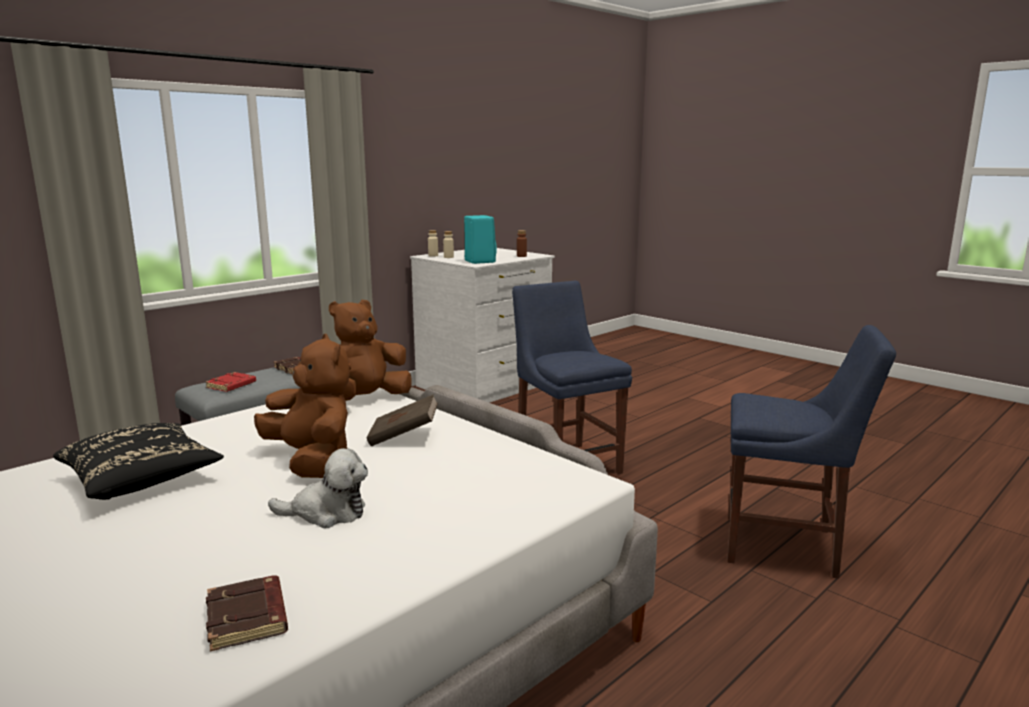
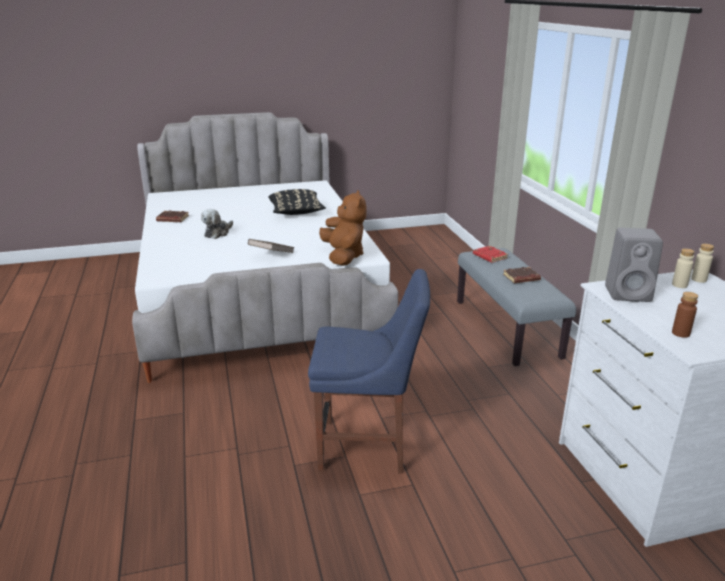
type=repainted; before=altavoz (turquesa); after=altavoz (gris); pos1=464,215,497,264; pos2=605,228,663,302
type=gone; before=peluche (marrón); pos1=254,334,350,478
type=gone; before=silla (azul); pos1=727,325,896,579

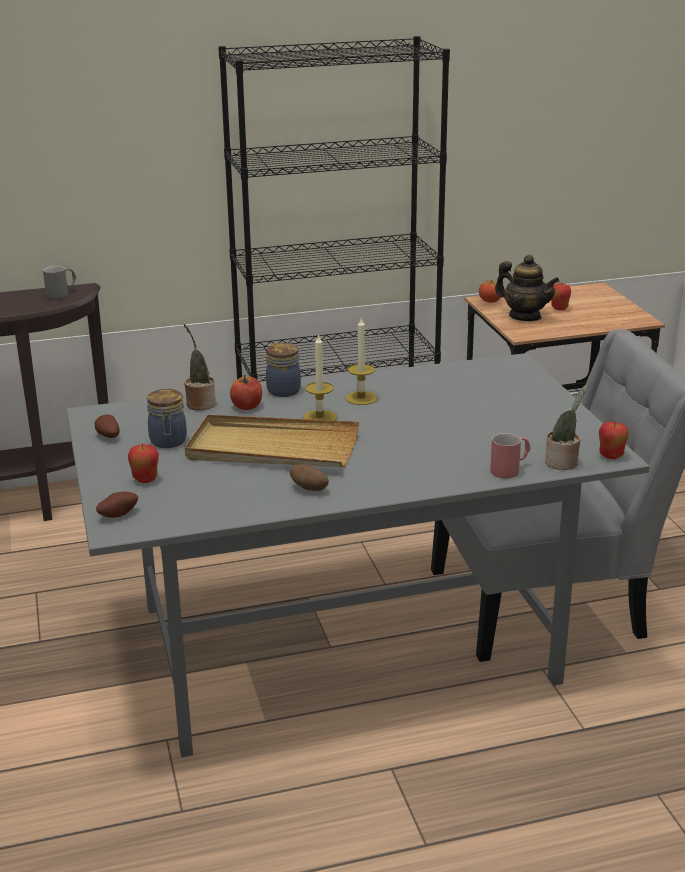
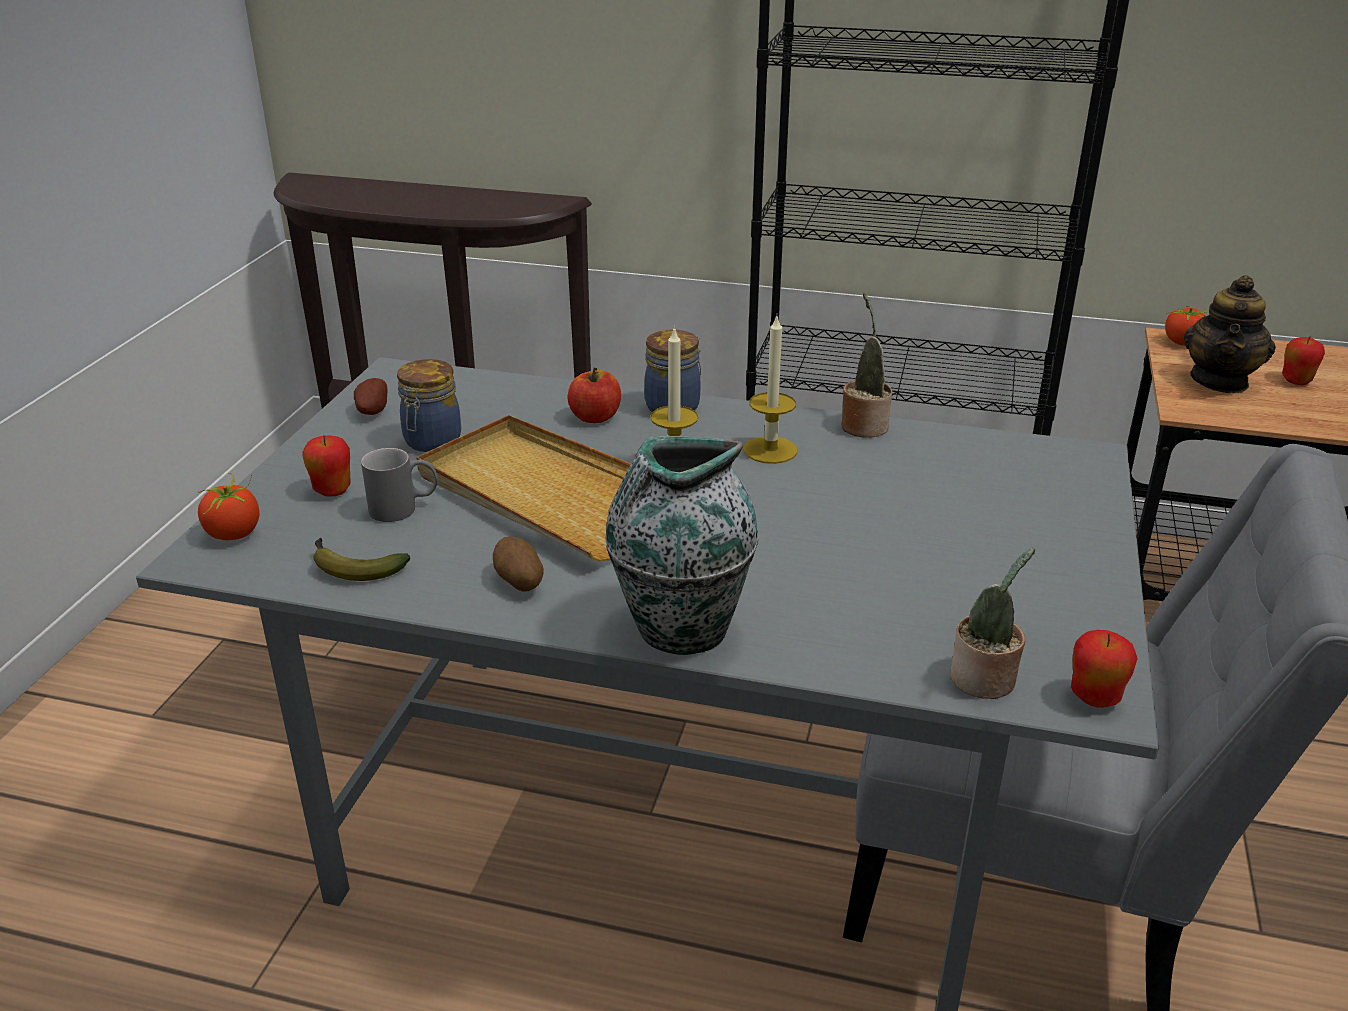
type=swapped; before=patata; after=tomate; pos1=96,492,138,518; pos2=198,473,259,540
type=new; after=plátano; pos2=313,538,410,581
type=shifted; before=taza grande (gris); pos1=43,266,76,299; pos2=361,448,438,522
type=new; after=florero; pos2=605,436,758,655
type=shifted; before=planta en maceta; pos1=184,324,216,411; pos2=842,293,892,438
type=rotated; before=tetera; pos1=495,255,559,321; pos2=1184,275,1276,393; turn=45
type=gone; before=taza grande (rojo); pos1=490,433,531,479

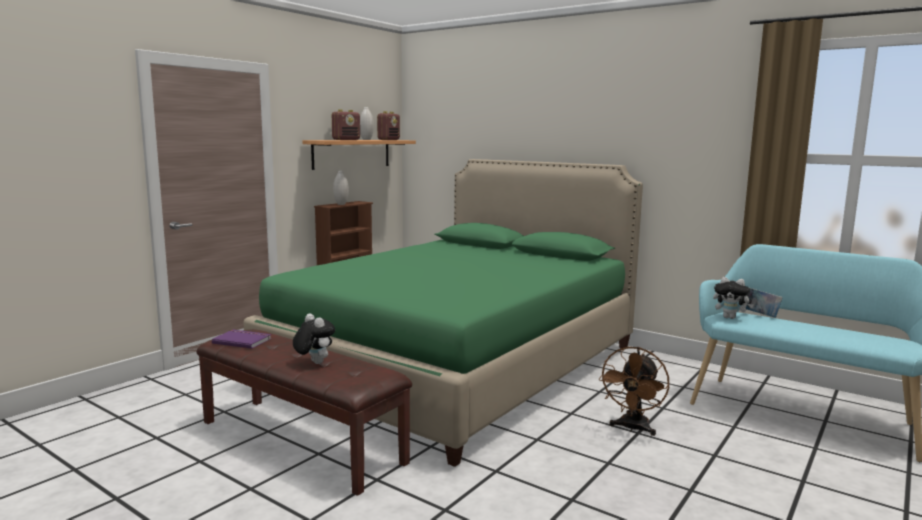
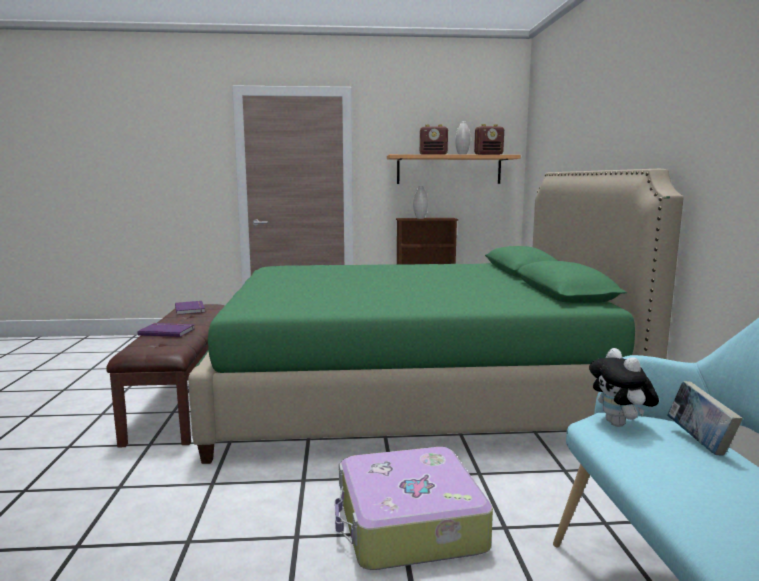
type=swapped; before=peluche; after=libro (morado); pos1=293,313,335,364; pos2=137,323,195,337
type=swapped; before=ventilador (marrón); after=maleta; pos1=598,347,669,436; pos2=335,447,493,570

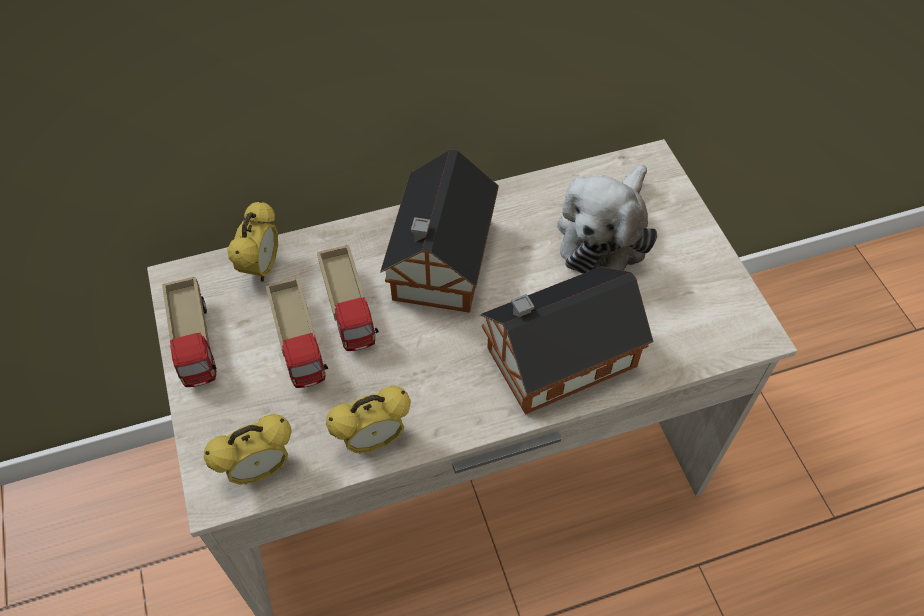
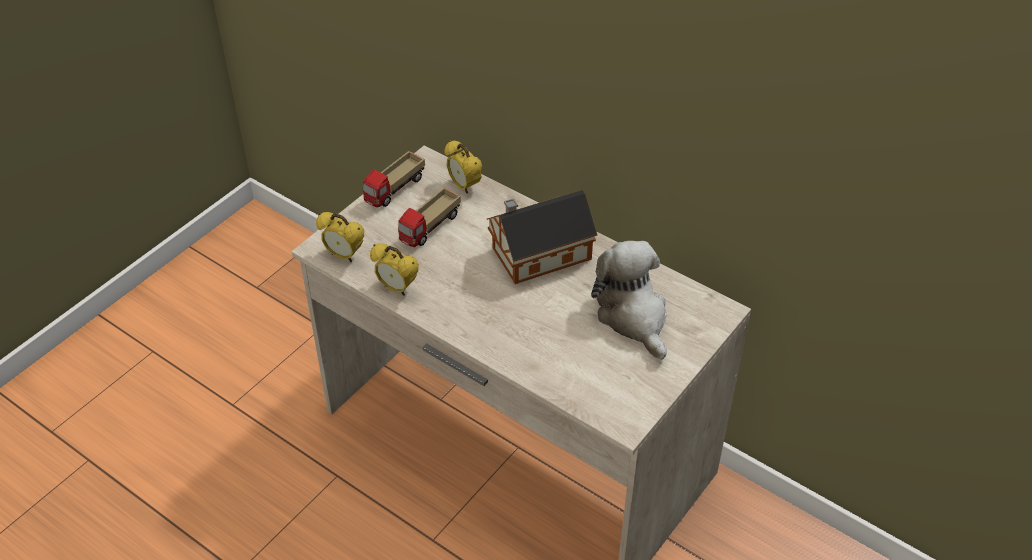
type=rotated; before=despertador; pos1=227,200,278,282; pos2=444,140,482,194; turn=75
type=rotated; before=peluche; pos1=557,165,657,274; pos2=591,241,667,360; turn=75
type=gone; before=camión de juguete; pos1=317,245,379,351
type=gone; before=casita; pos1=480,266,653,415

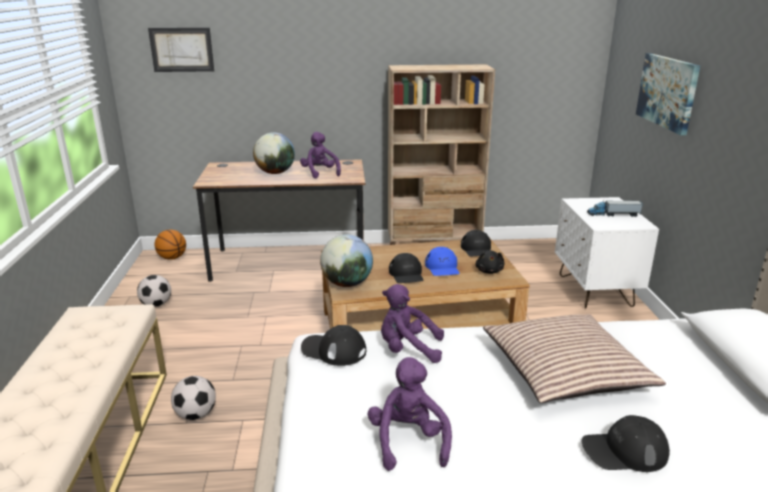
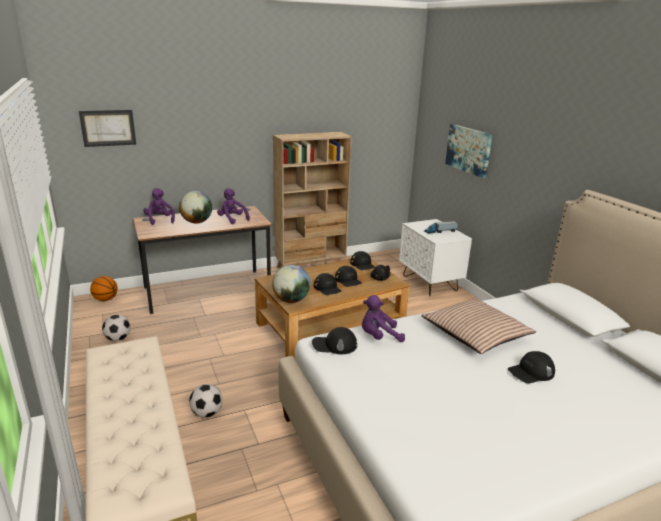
type=shifted; before=peluche (morado); pos1=368,357,452,471; pos2=143,188,175,225
type=repainted; before=gorra (azul); after=gorra (negro); pos1=425,247,459,276; pos2=335,266,362,287

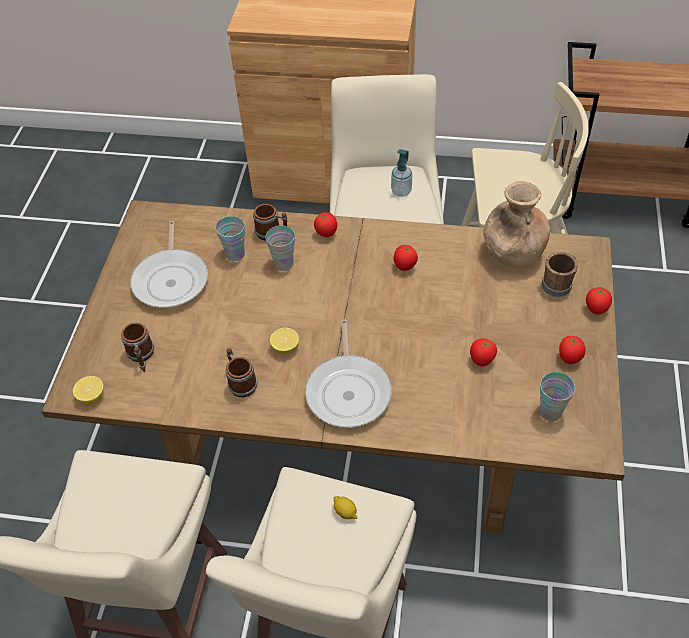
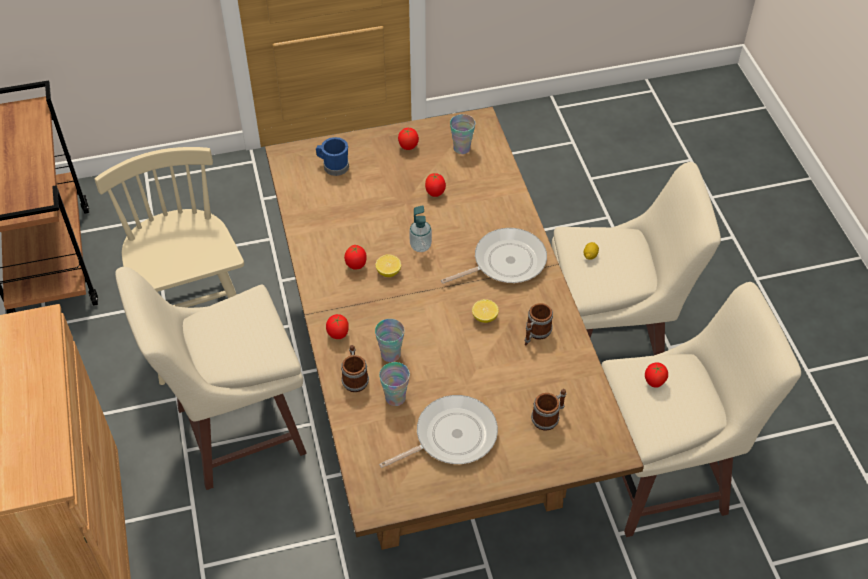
type=repainted; before=taza grande (marrón); after=taza grande (azul); pos1=542,252,578,297; pos2=316,137,349,176
type=shifted; before=limón; pos1=73,376,104,404; pos2=376,254,401,277
type=shifted; before=dispensador de jabón; pos1=391,149,412,197; pos2=409,205,432,252
type=shifted; before=tomate; pos1=586,287,612,315; pos2=645,362,668,388
type=gone; before=florero (marrón); pos1=483,181,551,268

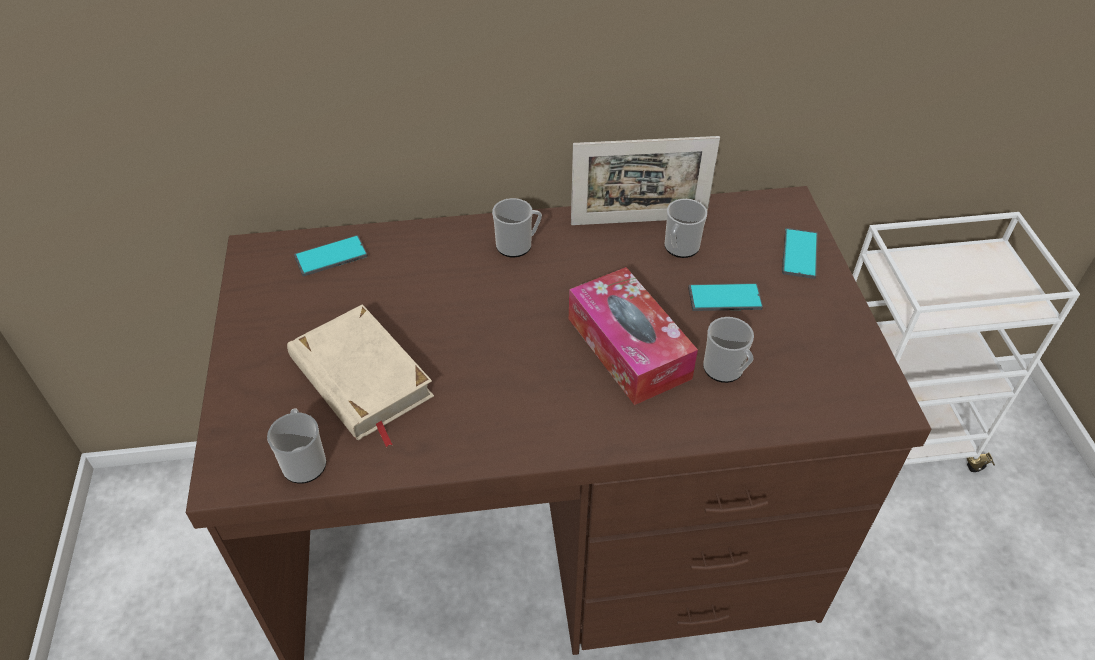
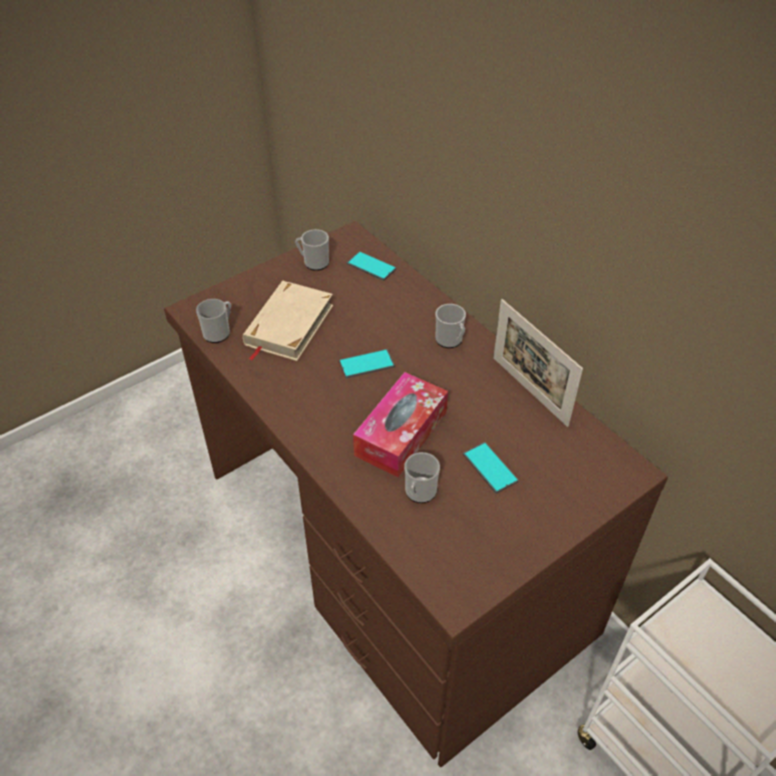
type=shifted; before=taza grande; pos1=664,199,707,258; pos2=295,229,329,271
type=shifted; before=móvil; pos1=782,228,818,279; pos2=339,349,395,378

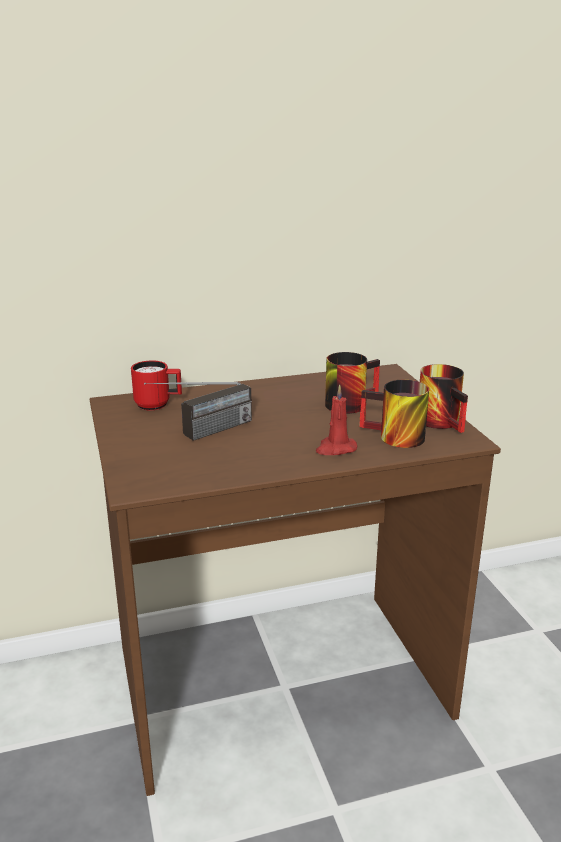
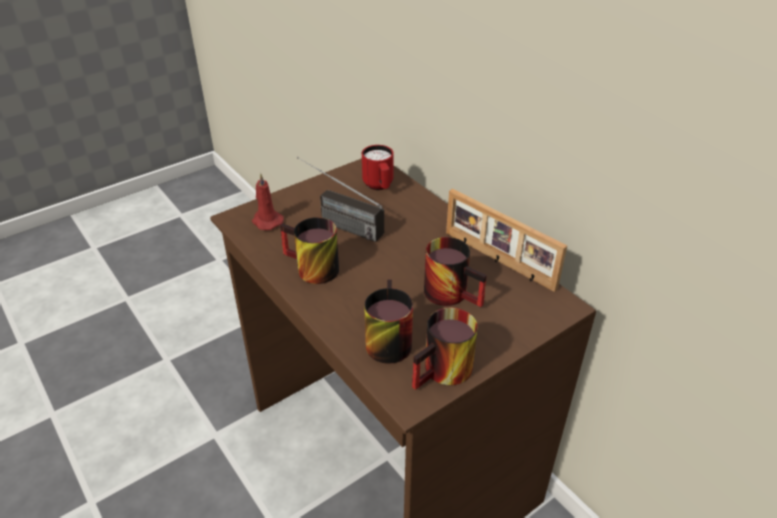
type=shifted; before=vela (rojo); pos1=316,384,357,455; pos2=252,173,284,230
type=new; after=taza grande; pos2=280,217,339,284
type=new; after=portarretratos; pos2=446,189,567,292

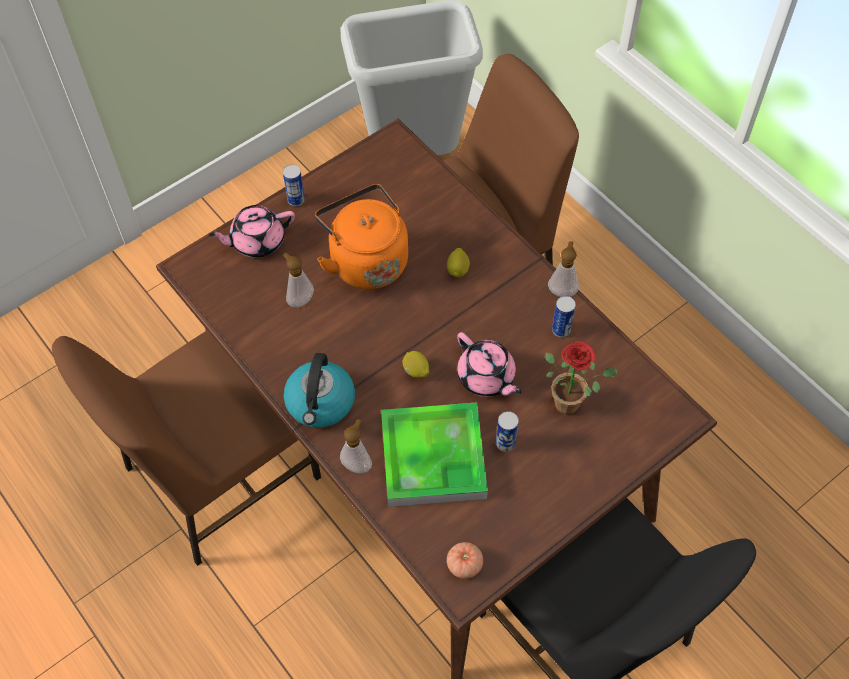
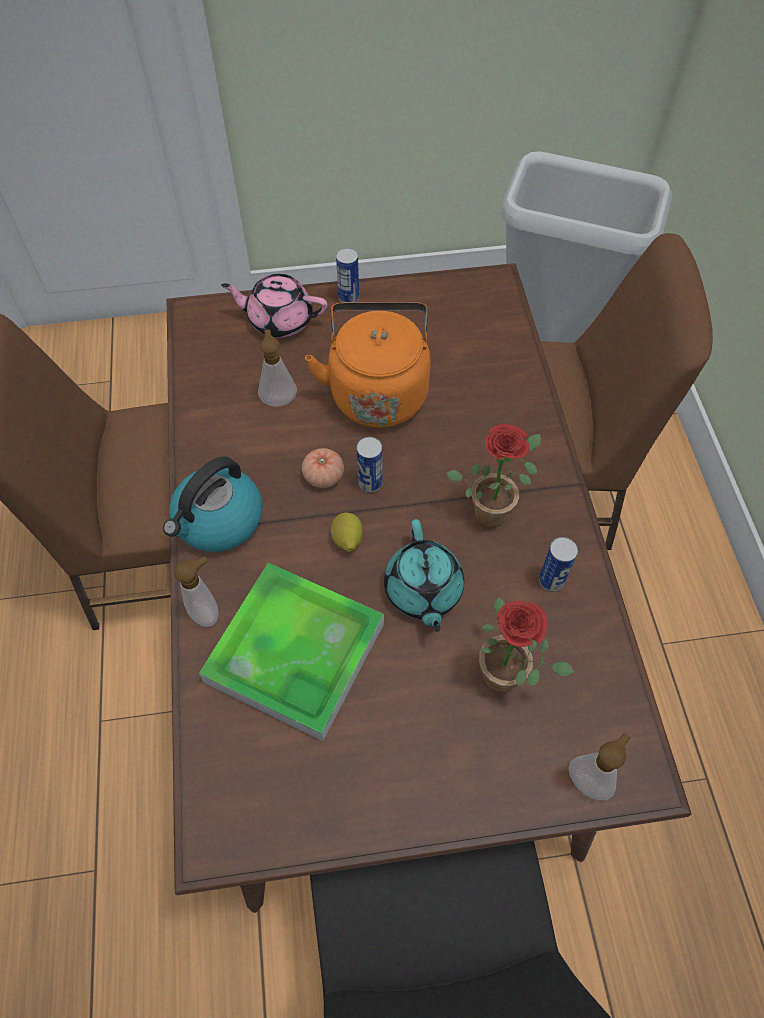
type=shifted; before=tomate; pos1=447,542,483,579; pos2=302,448,344,488
type=shifted; before=lata; pos1=496,411,519,452; pos2=357,437,382,493
type=repainted; before=tetera (rosa); after=tetera (turquesa); pos1=457,332,522,397; pos2=384,519,464,632
type=new; after=planta en maceta; pos2=447,424,541,528
type=shifted; before=dispensador de jabón; pos1=548,241,579,297; pos2=568,733,630,800
type=gone; before=limón; pos1=447,248,470,277

